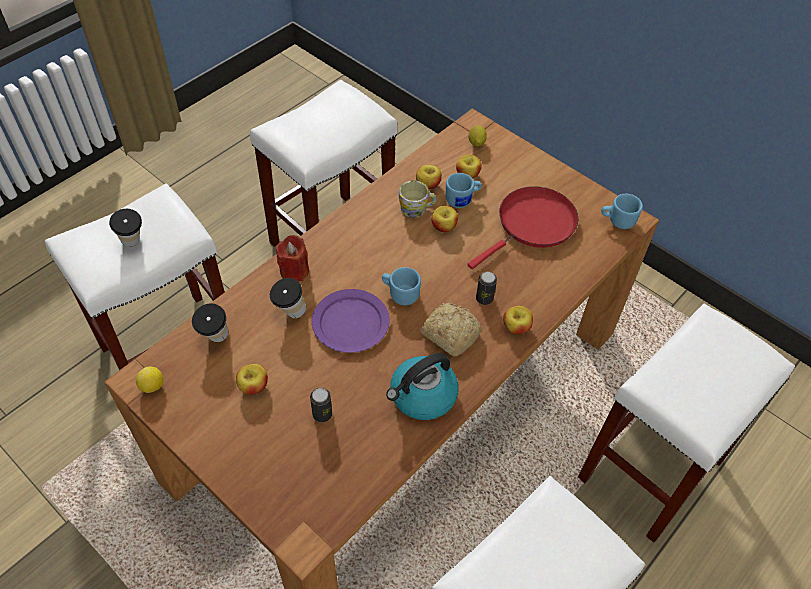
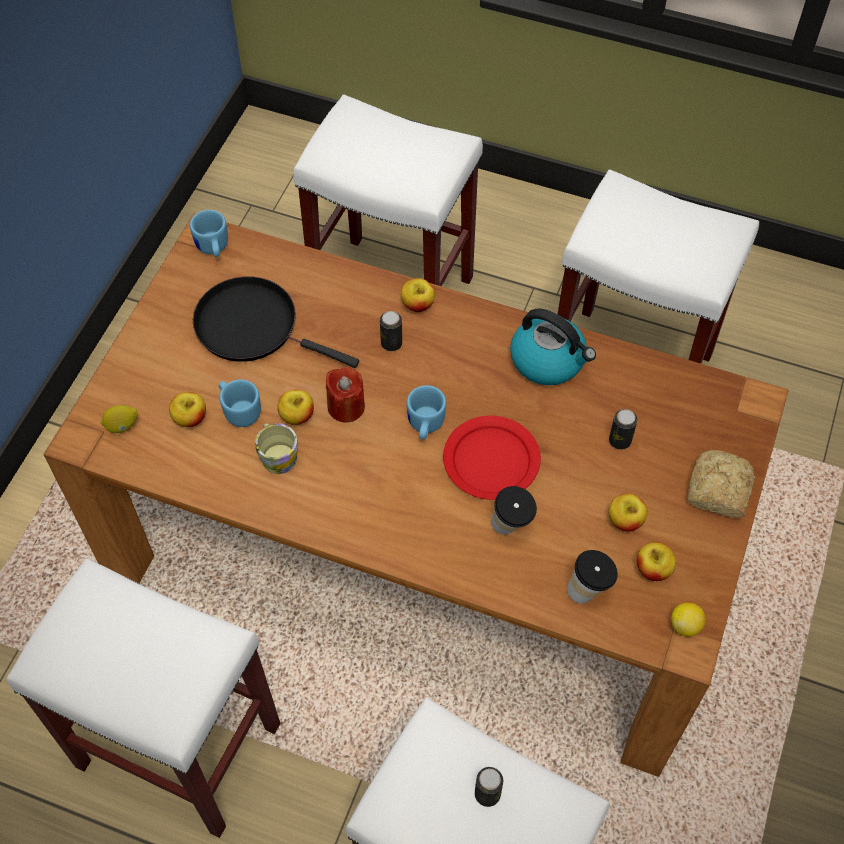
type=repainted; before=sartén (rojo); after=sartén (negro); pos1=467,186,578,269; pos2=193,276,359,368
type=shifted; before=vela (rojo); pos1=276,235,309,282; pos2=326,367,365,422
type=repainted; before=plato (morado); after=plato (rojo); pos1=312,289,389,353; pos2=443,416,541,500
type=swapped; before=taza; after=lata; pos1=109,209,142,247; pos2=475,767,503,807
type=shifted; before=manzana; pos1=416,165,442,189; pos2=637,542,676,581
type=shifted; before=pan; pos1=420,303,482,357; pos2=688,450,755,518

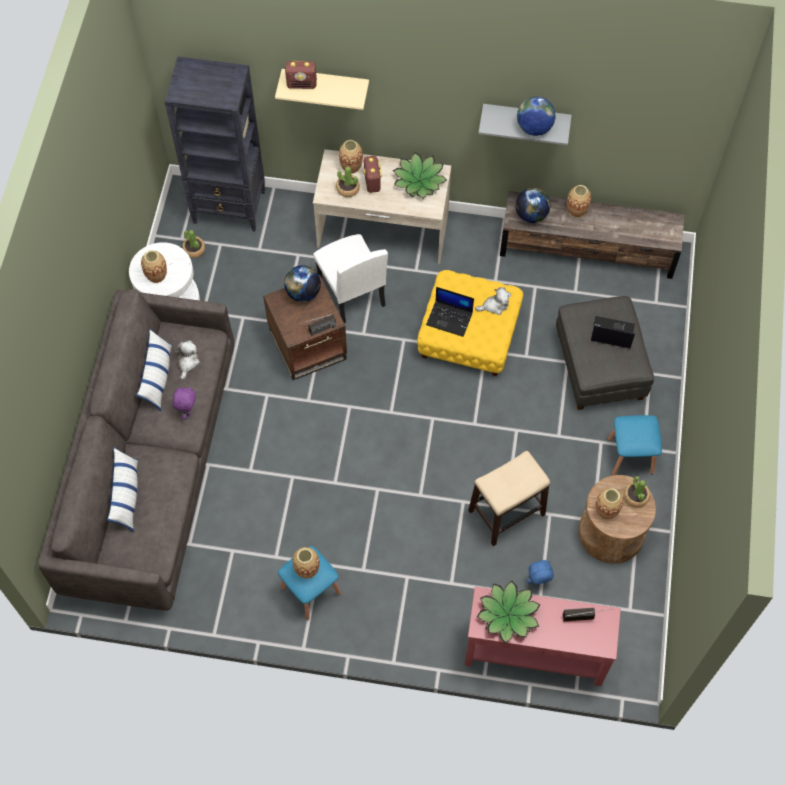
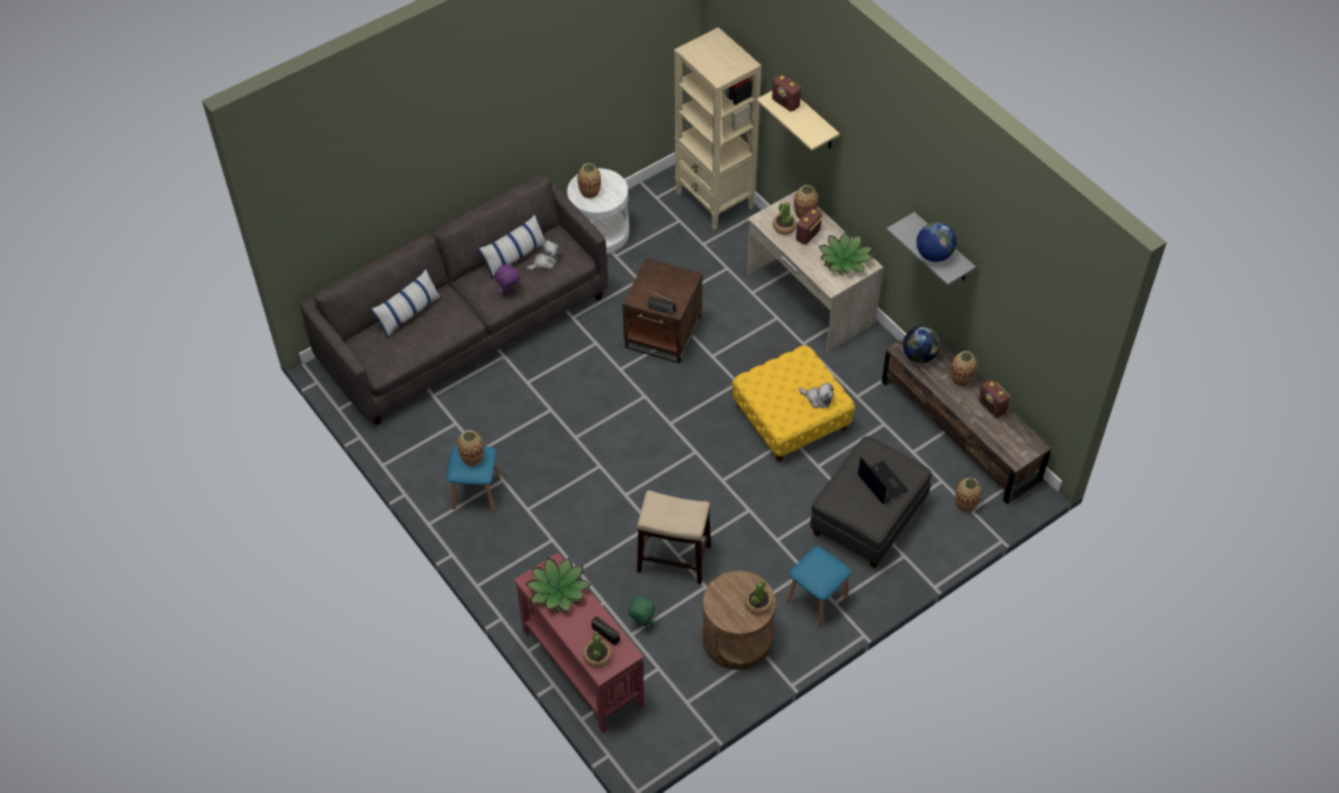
type=shifted; before=planta en maceta; pos1=182,230,205,258; pos2=583,631,612,668
type=repainted; before=peluche (azul); after=peluche (verde); pos1=526,560,554,585; pos2=628,596,655,627
type=repainted; before=estantería (negro); after=estantería (beis); pos1=164,56,265,231; pos2=674,27,761,230
type=shifted; before=florero; pos1=595,488,623,520; pos2=955,478,982,513
type=new; after=radio; pos2=979,379,1010,418
type=gone; before=globo terráqueo; pos1=284,265,321,302
type=gone; before=silla (blanco); pos1=313,234,388,323
type=gone; before=portátil; pos1=426,287,474,337

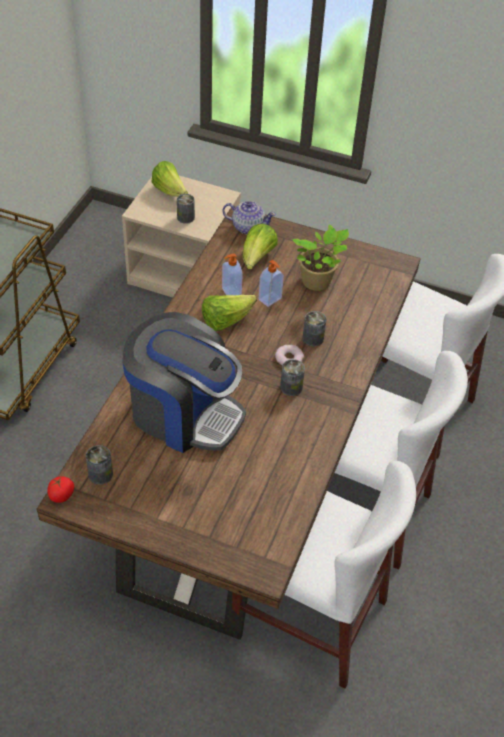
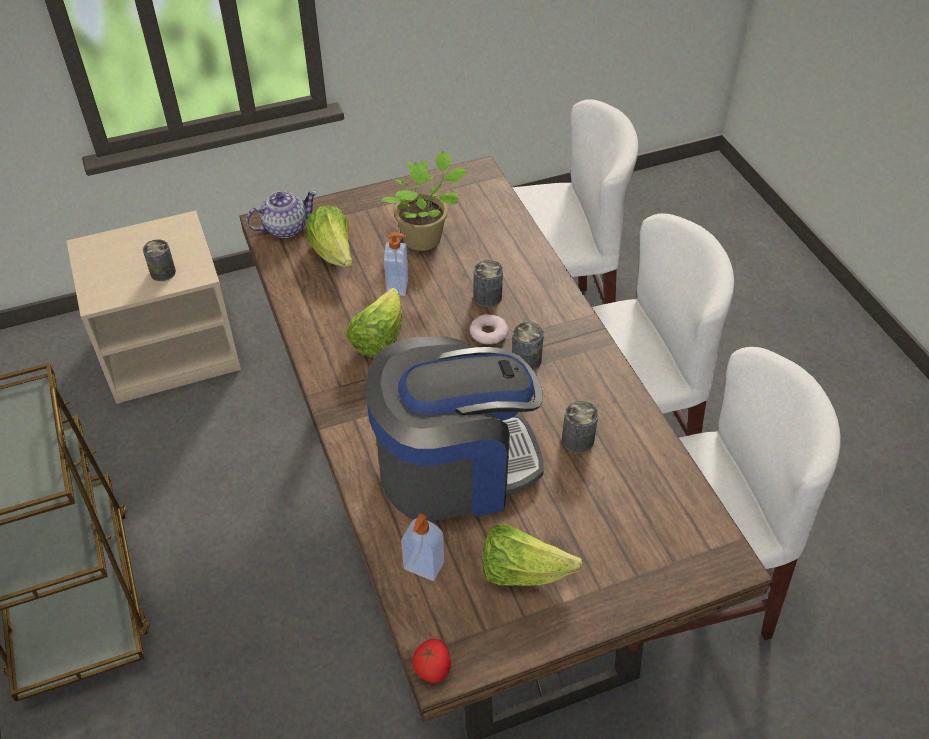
type=shifted; before=dispensador de jabón; pos1=222,254,243,295; pos2=401,513,444,581
type=shifted; before=lechuga; pos1=152,161,188,197; pos2=483,524,583,586
type=shifted; before=lata; pos1=86,445,113,485; pos2=562,400,598,453

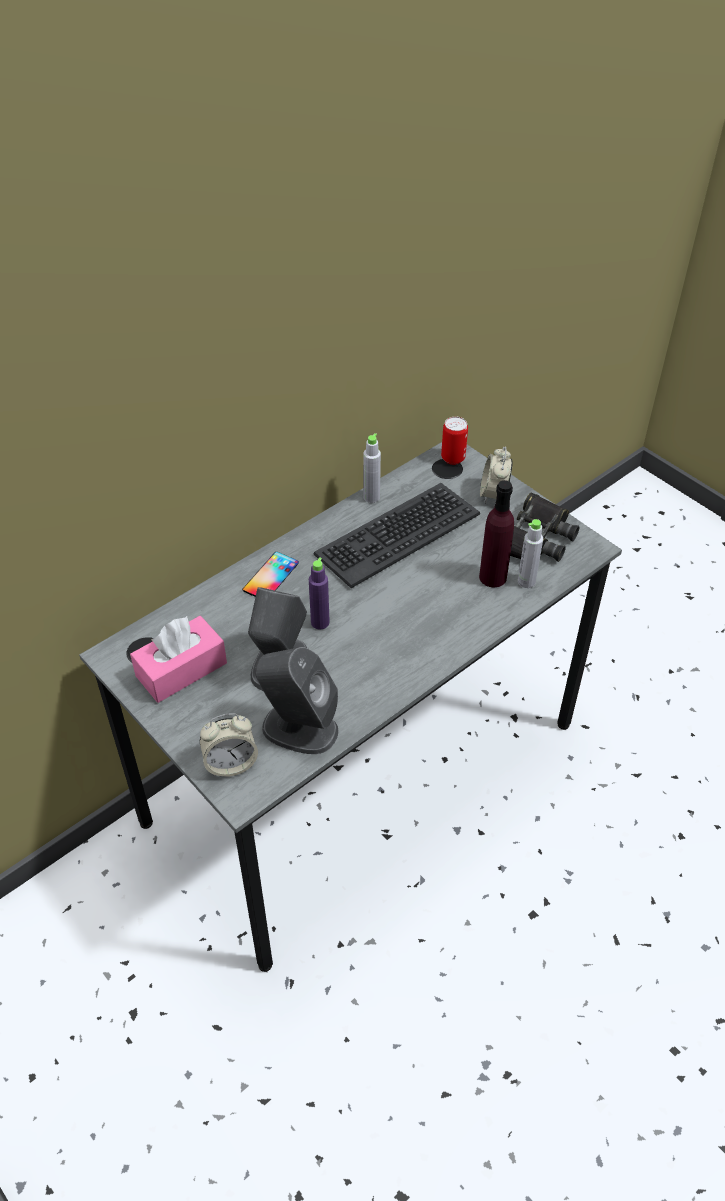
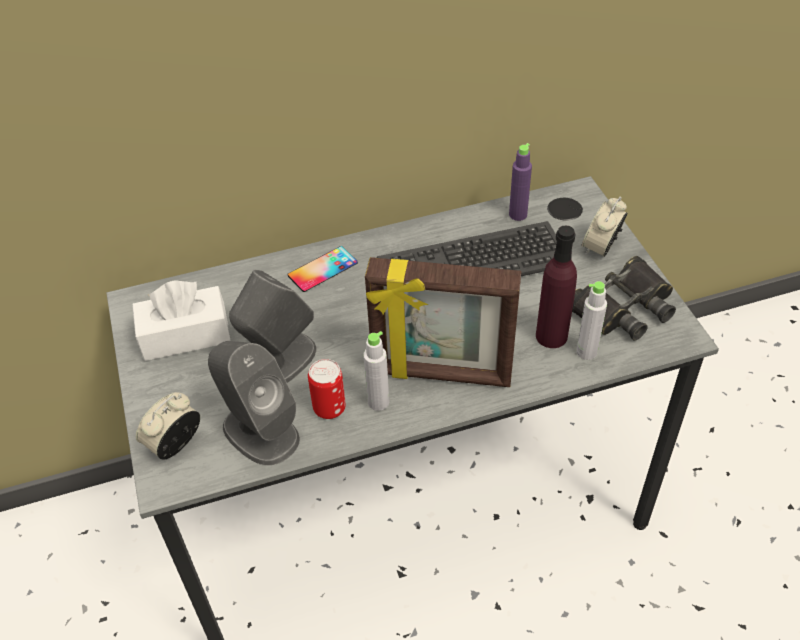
type=repainted; before=caja de pañuelos (rosa); after=caja de pañuelos (blanco); pos1=130,616,227,703; pos2=132,280,231,361
type=rotated; before=despertador; pos1=200,713,258,777; pos2=136,392,200,460; turn=120
type=shifted; before=lata; pos1=441,417,468,465; pos2=308,359,346,419
type=shifted; before=botella (gris); pos1=363,433,381,503; pos2=363,331,389,411
type=new; after=portarretratos; pos2=365,257,521,387
type=shifted; before=botella (morado); pos1=309,557,330,630; pos2=509,143,532,221

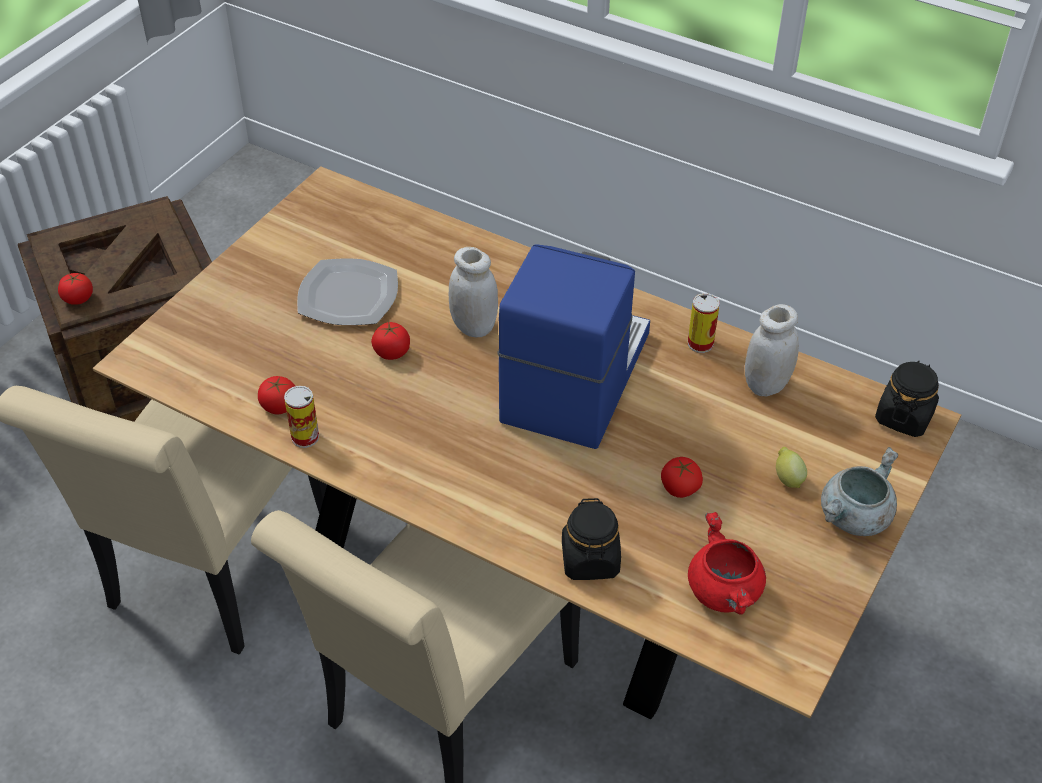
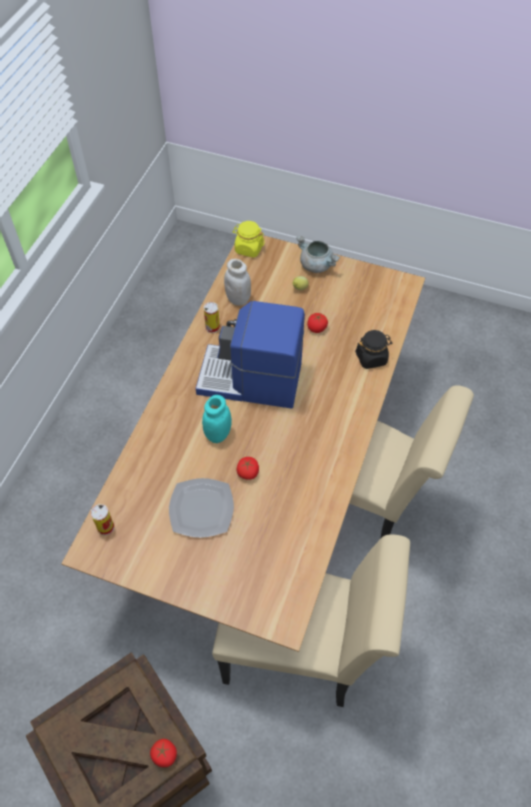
type=shifted; before=lata; pos1=284,386,319,448; pos2=91,504,114,536
type=repainted; before=tarro (blanco); after=tarro (turquesa); pos1=449,247,498,337; pos2=202,395,232,443
type=repainted; before=tarro (negro); after=tarro (amarillo); pos1=875,360,939,437; pos2=232,221,265,257
type=gone; before=tomate; pos1=258,376,295,414
type=gone; before=olla (rojo); pos1=688,512,766,615

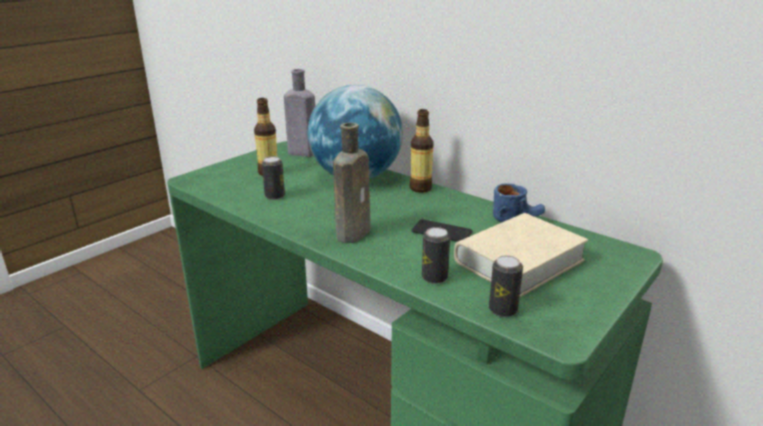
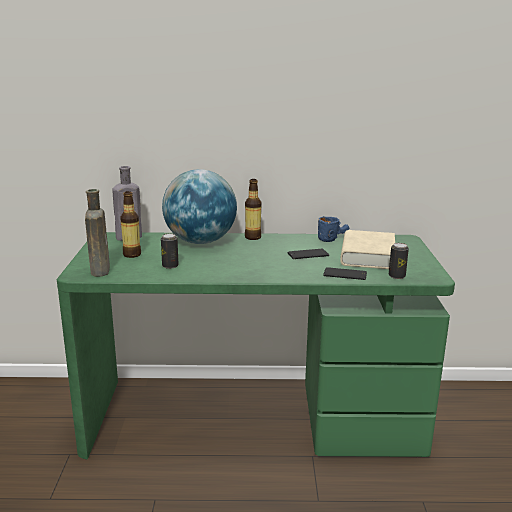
type=shifted; before=botella (marrón); pos1=333,123,371,243; pos2=85,189,110,277
type=swapped; before=lata; after=móvil; pos1=422,227,450,284; pos2=323,267,367,280

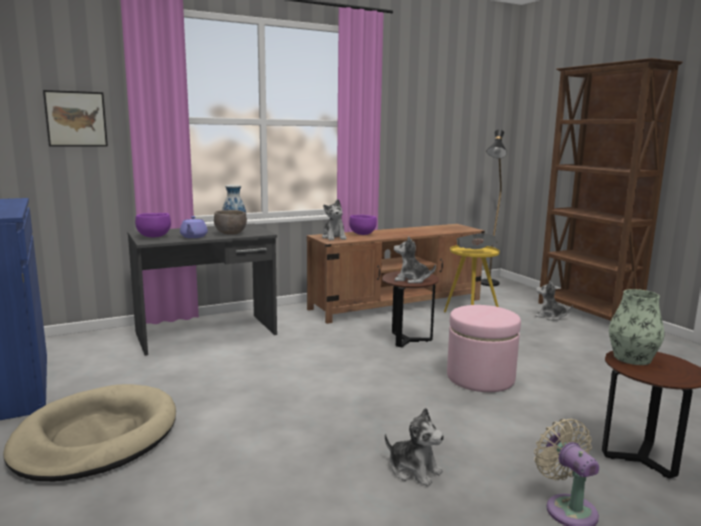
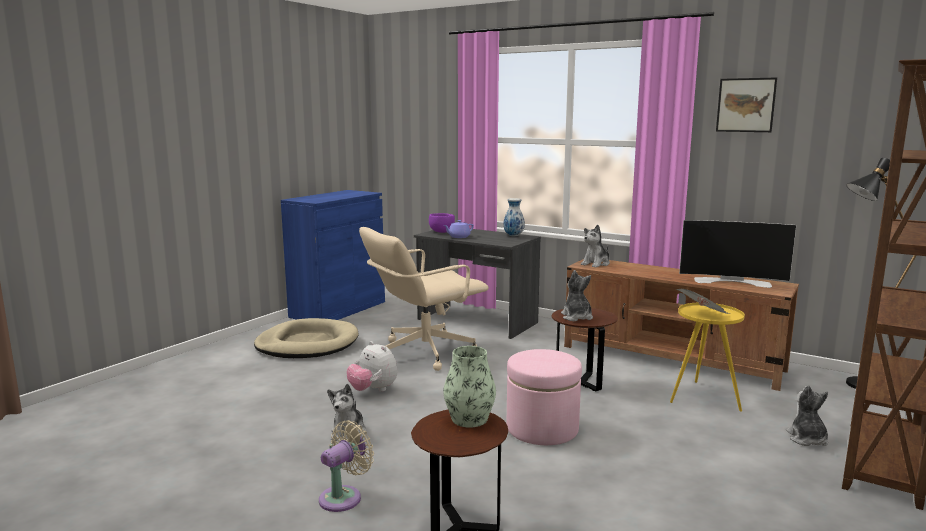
type=new; after=peluche; pos2=347,341,397,392
type=new; after=silla de oficina (beis); pos2=359,227,489,371
type=new; after=televisor; pos2=679,220,797,288
type=shifted; before=cuadro; pos1=43,90,108,147; pos2=716,77,777,132
type=gone; before=cuenco (marrón); pos1=214,210,247,235
type=gone; before=cuenco (morado); pos1=349,215,377,235

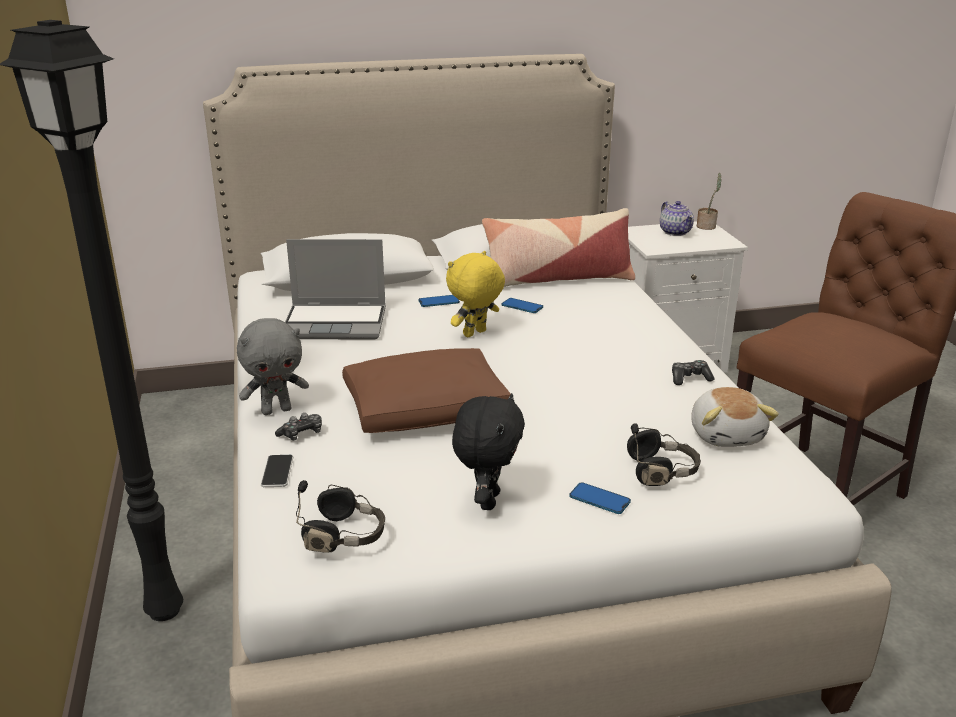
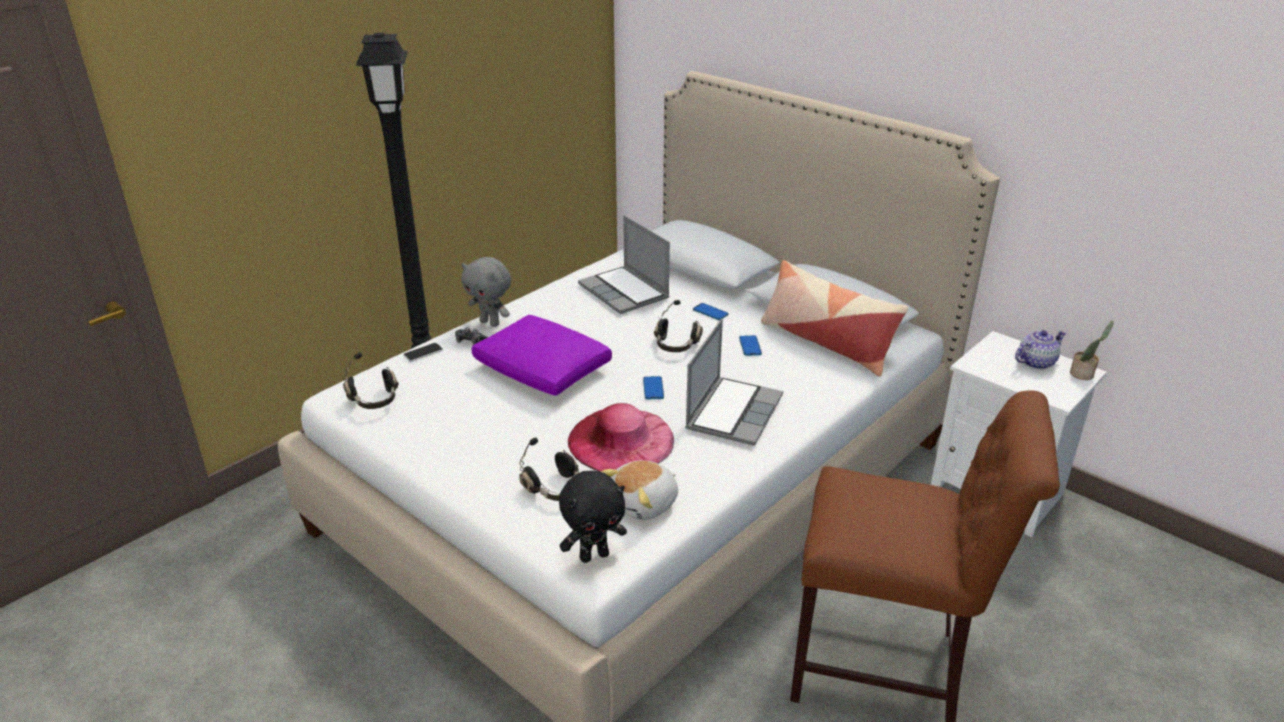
type=repainted; before=cojín (marrón); after=cojín (morado); pos1=342,348,510,433; pos2=471,315,612,396
type=shifted; before=peluche (negro); pos1=452,393,525,510; pos2=559,471,627,563
type=new; after=sombrero (rosa); pos2=568,403,674,471
type=shifted; before=móvil; pos1=569,482,631,514; pos2=643,376,664,399
type=swapped; before=peluche (amarillo); after=auriculares (negro); pos1=446,251,505,337; pos2=654,300,703,352
type=new; after=portátil; pos2=685,319,783,446
type=rotated; before=tetera; pos1=660,201,694,236; pos2=1015,330,1067,369; turn=-150
type=gone; before=mando de consola; pos1=672,360,714,385

